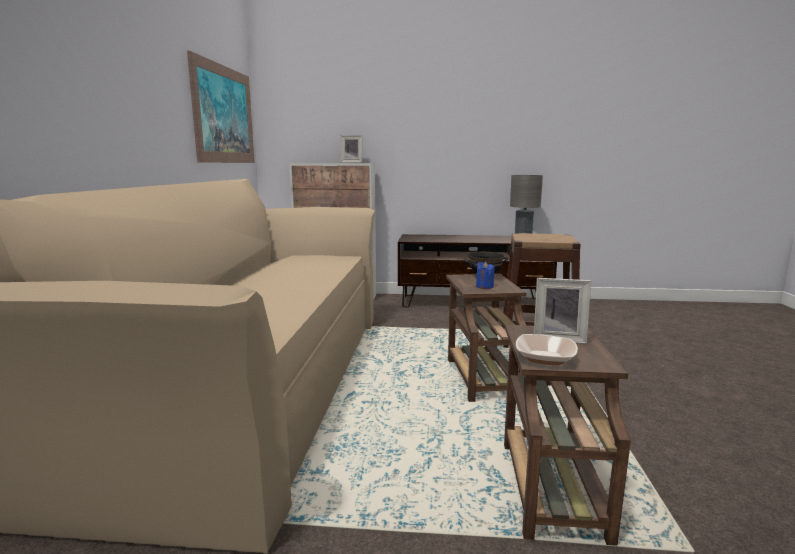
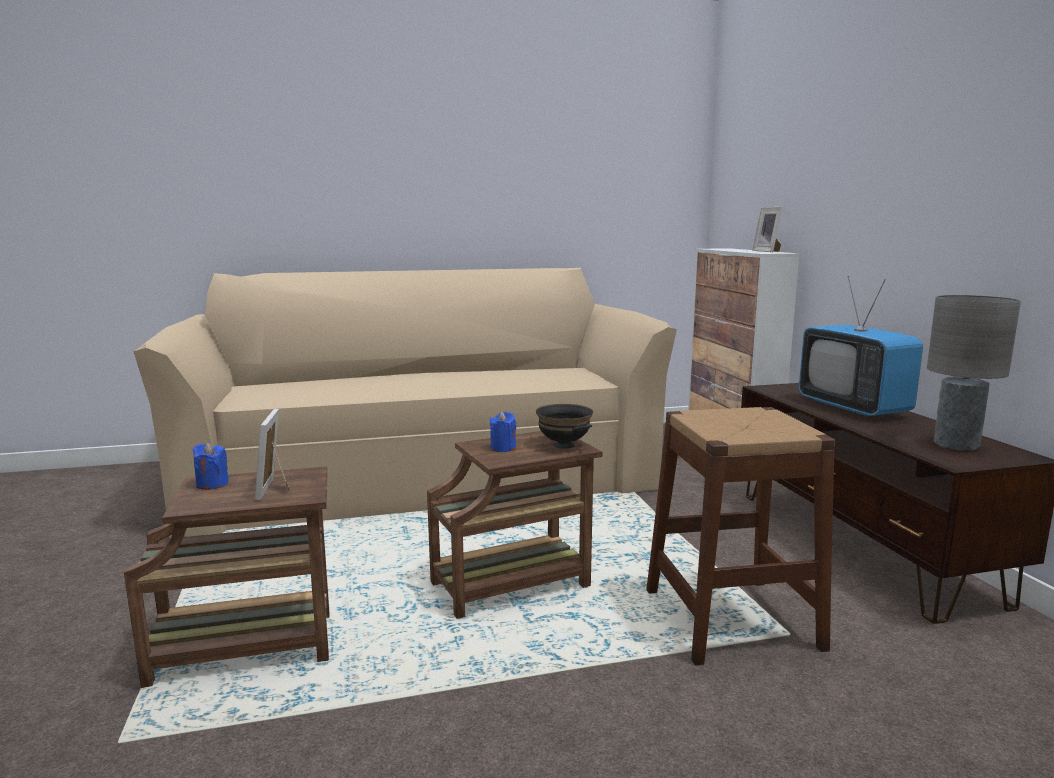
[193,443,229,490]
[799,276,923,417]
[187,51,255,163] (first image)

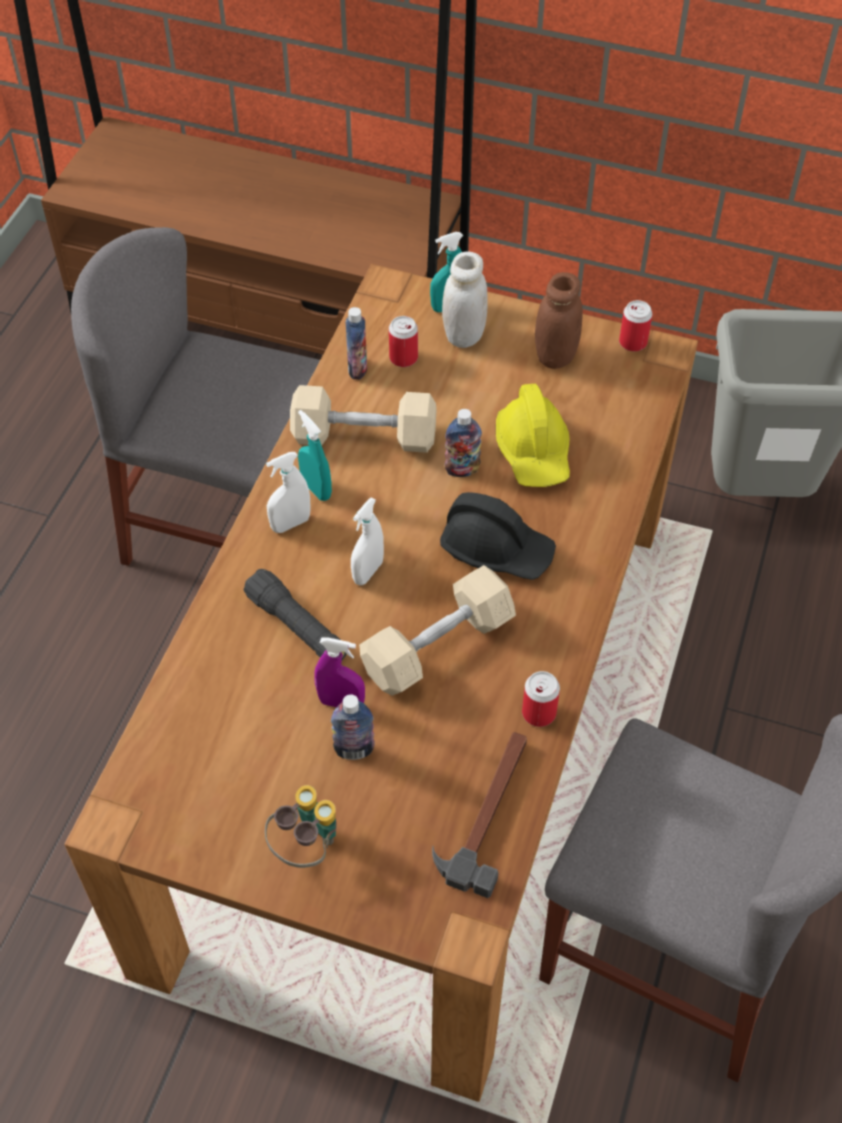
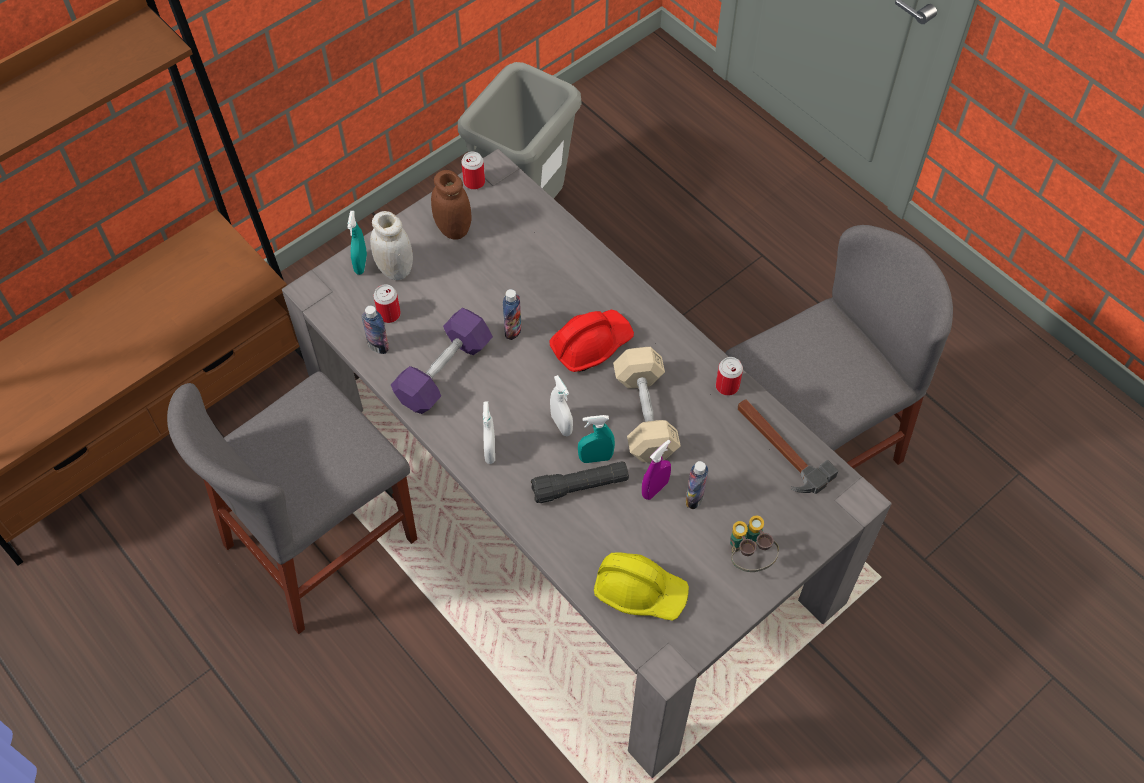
[282,149,892,778]
[391,308,493,414]
[550,309,634,372]
[578,415,615,463]
[594,552,689,620]

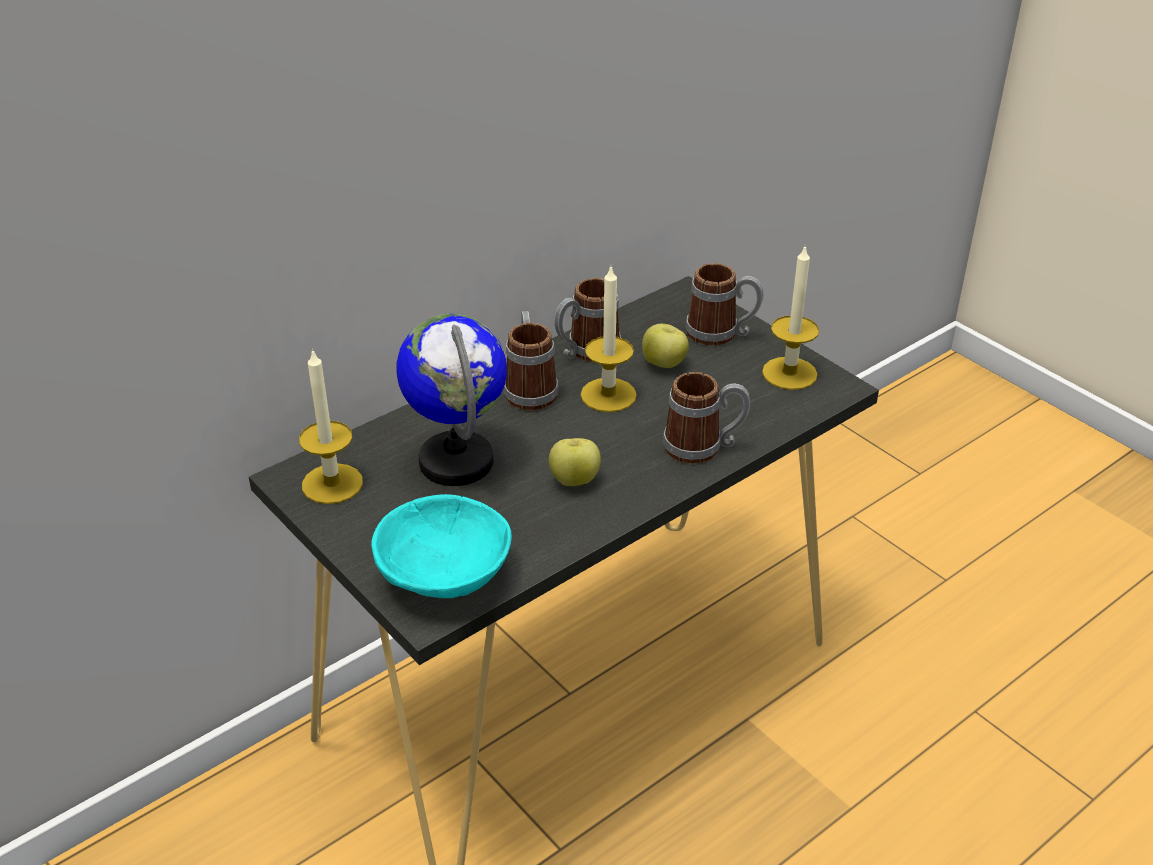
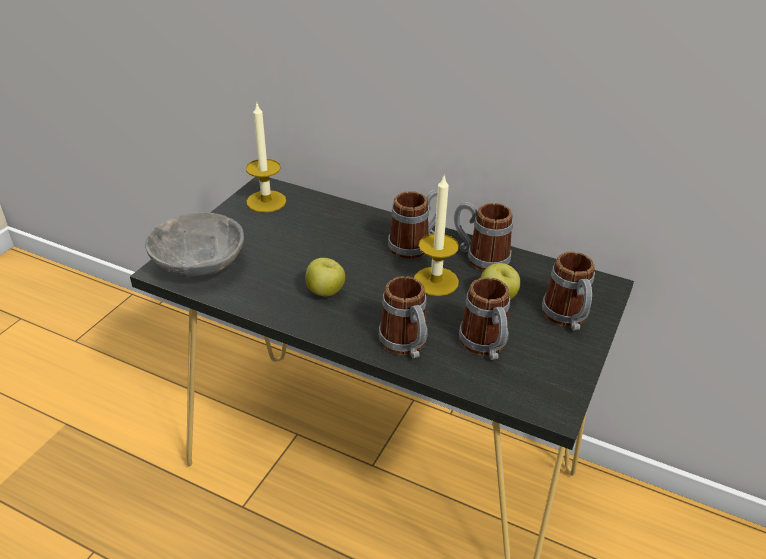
[145,212,244,278]
[459,277,510,360]
[396,314,507,486] (first image)
[762,244,819,390] (first image)

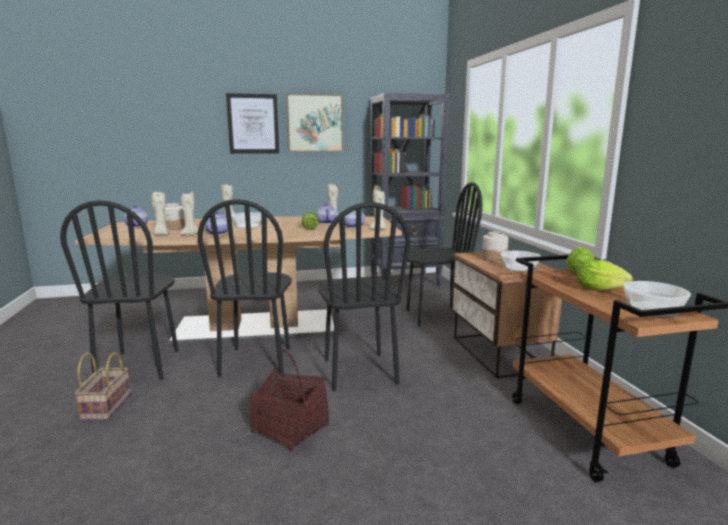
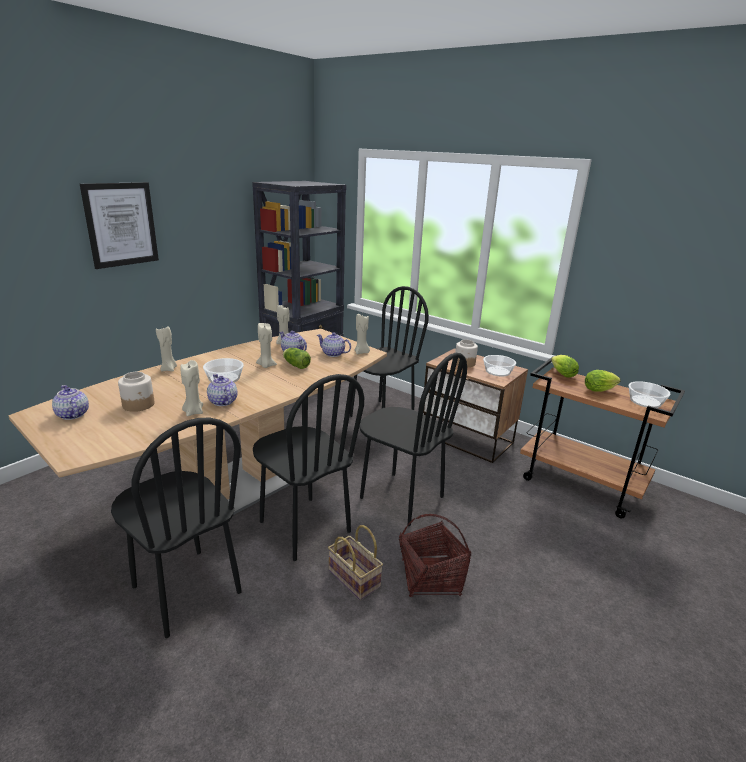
[256,323,277,368]
[328,525,383,600]
[286,93,343,152] (first image)

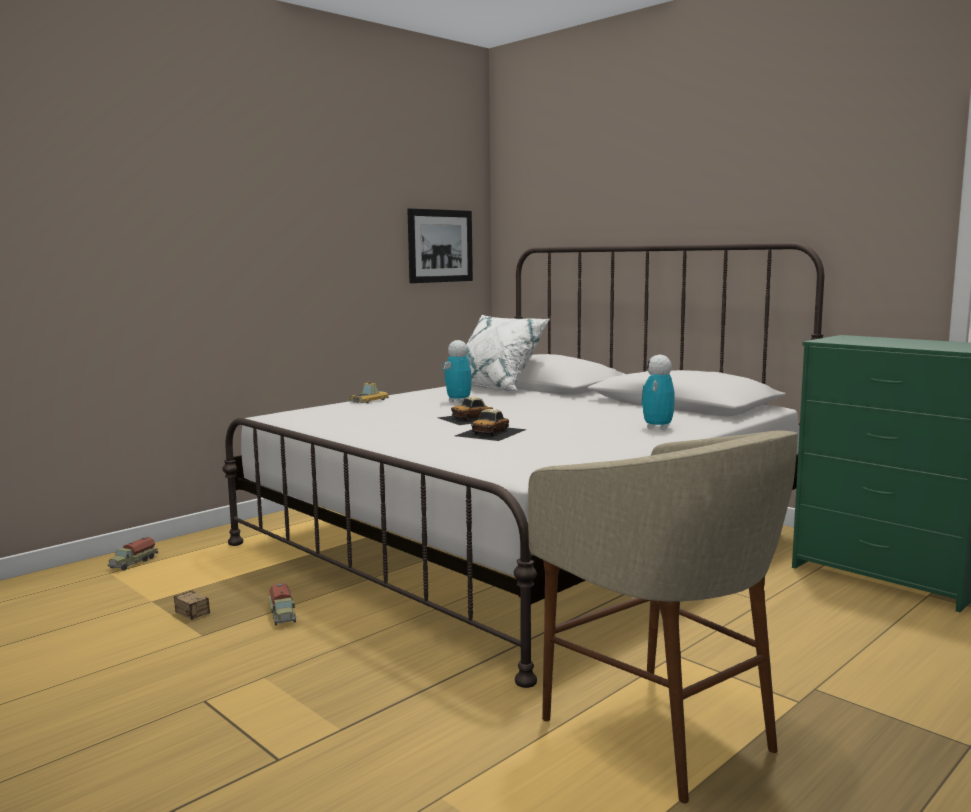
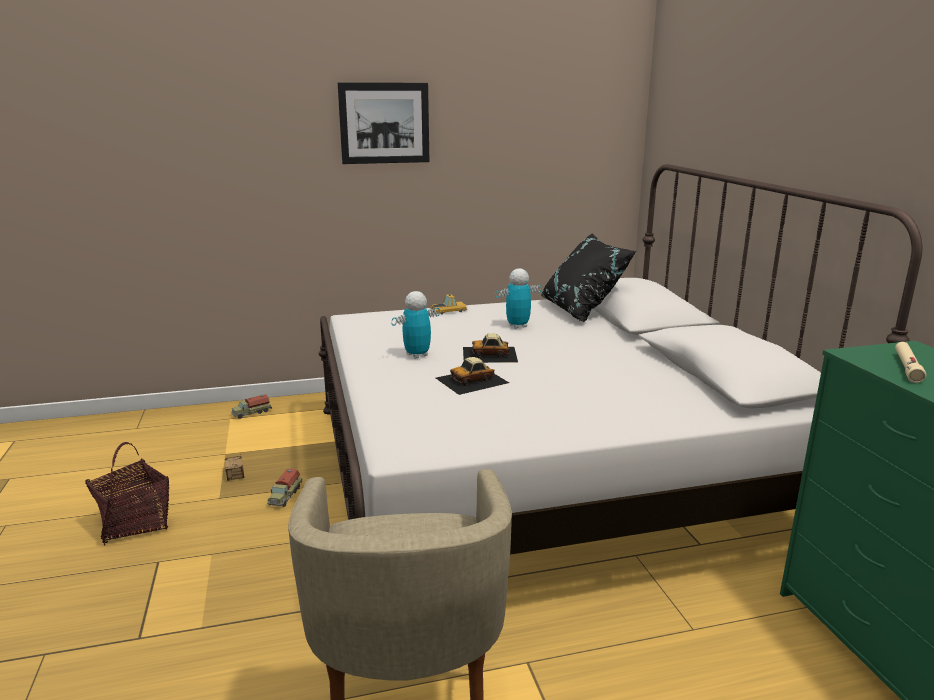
[85,442,169,545]
[338,82,429,164]
[391,291,440,359]
[541,233,637,322]
[895,342,926,383]

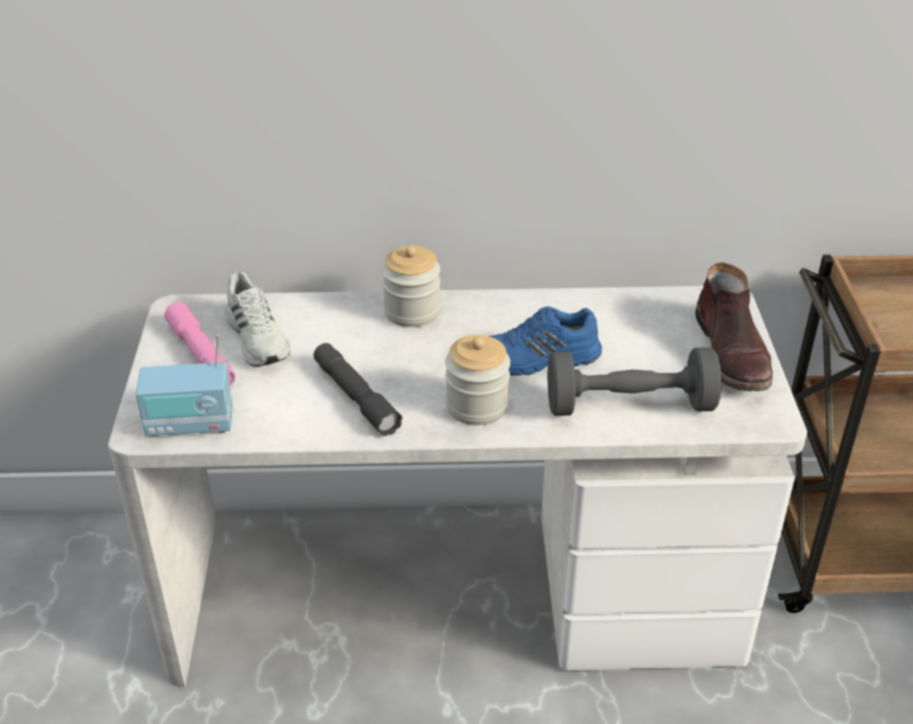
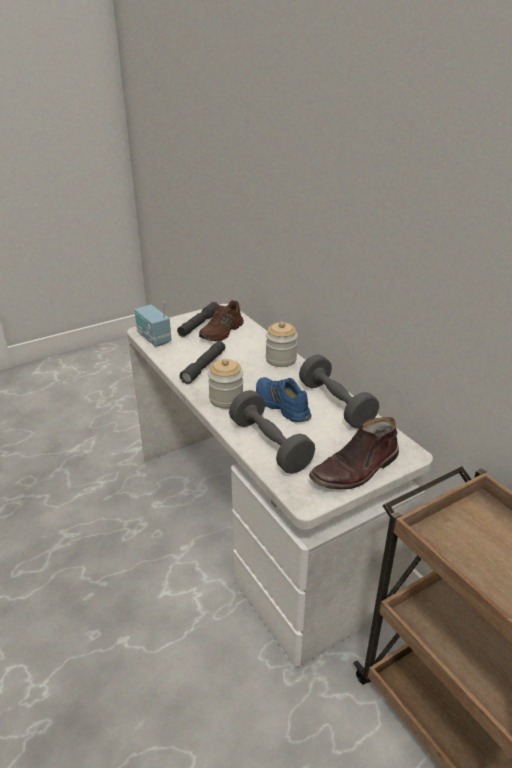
[177,302,219,337]
[199,300,244,341]
[299,355,379,429]

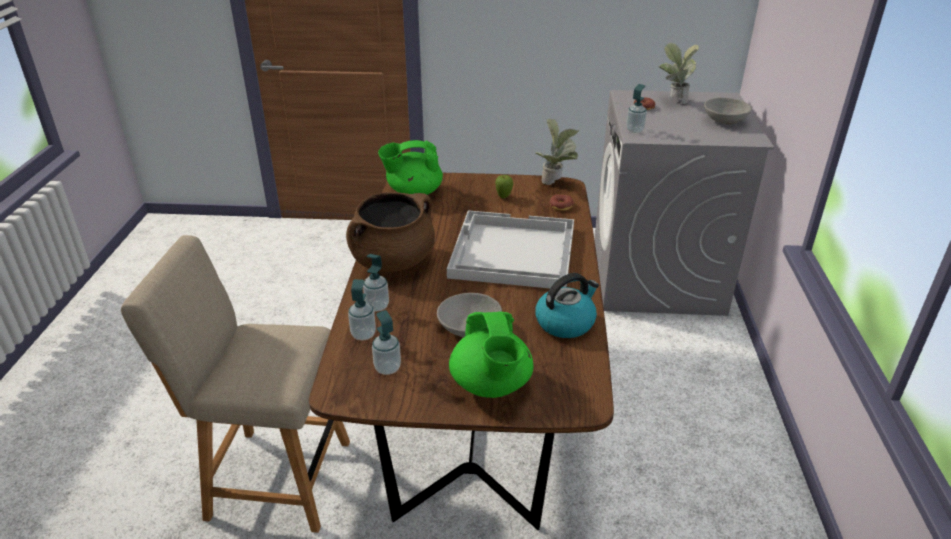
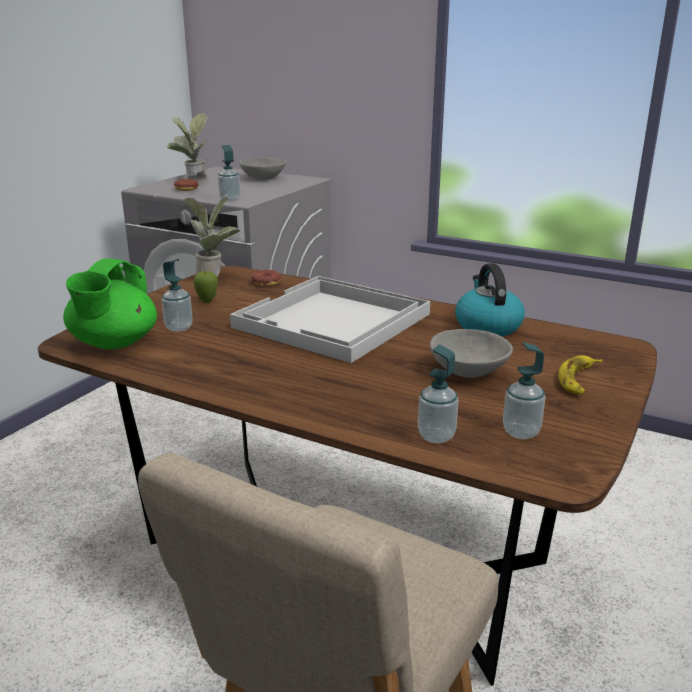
[162,259,193,332]
[558,355,602,395]
[346,192,435,272] (first image)

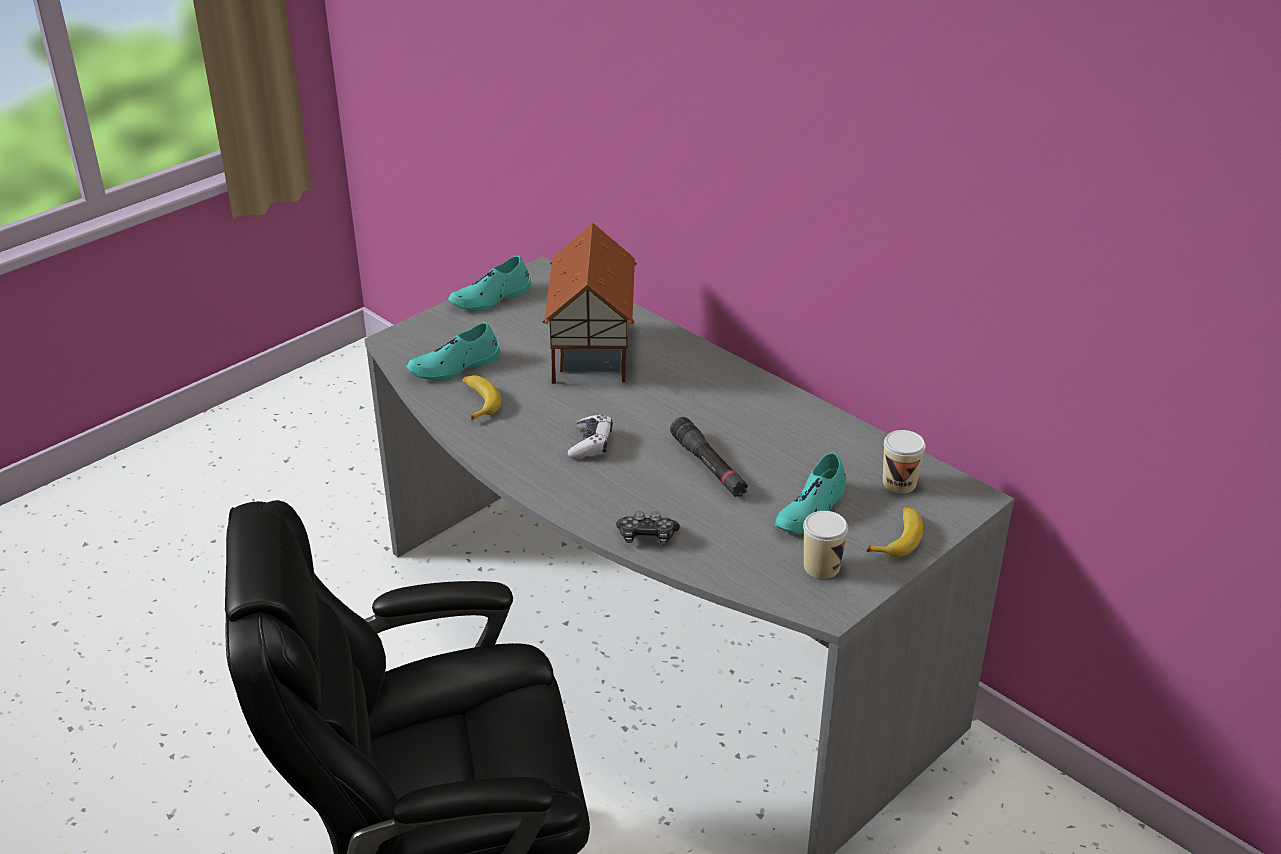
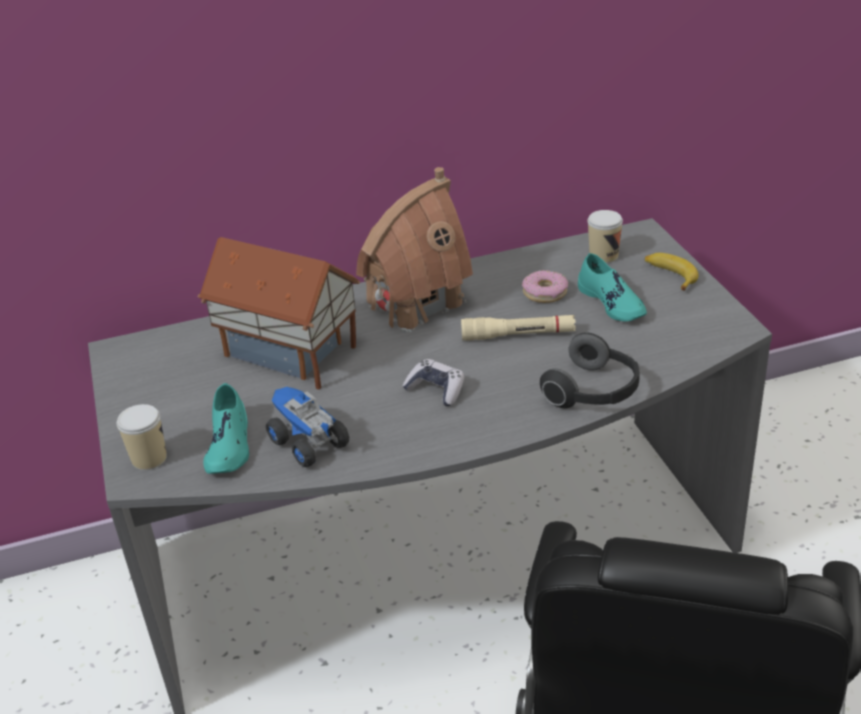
[117,404,167,470]
[266,387,350,467]
[356,167,473,333]
[461,315,576,341]
[522,270,568,303]
[540,332,640,408]
[448,255,531,311] (first image)

